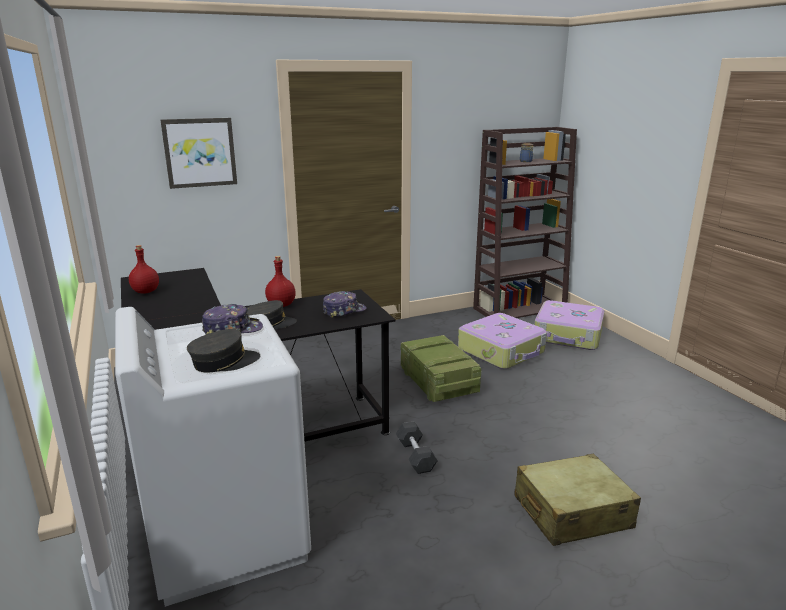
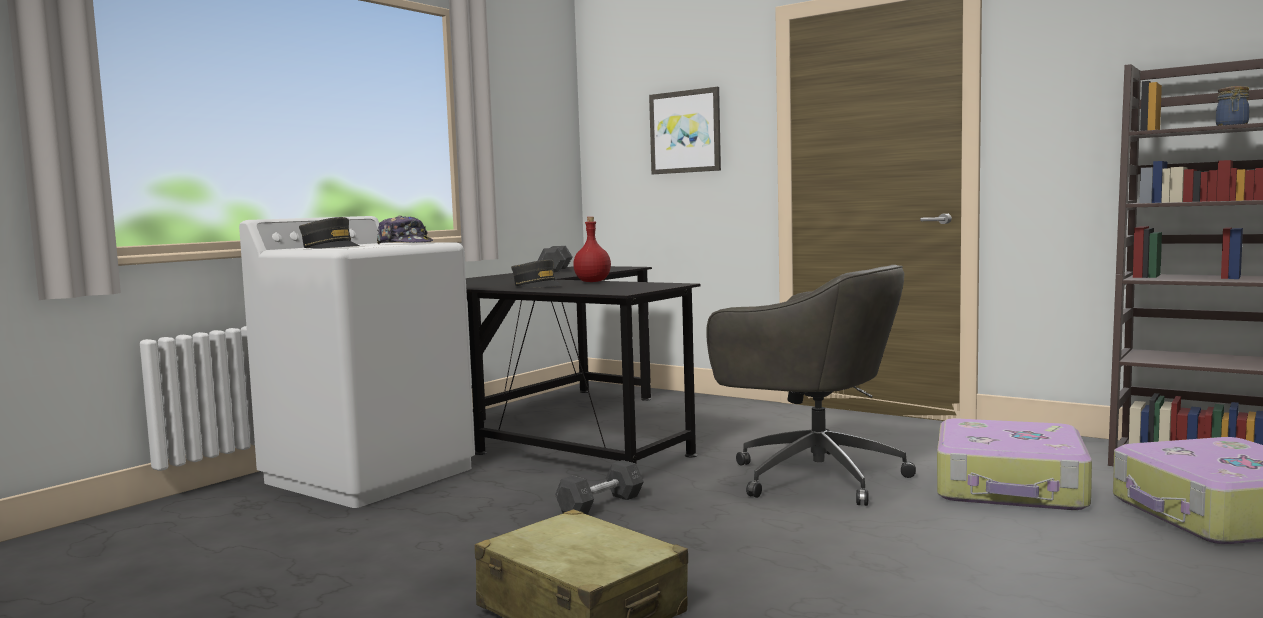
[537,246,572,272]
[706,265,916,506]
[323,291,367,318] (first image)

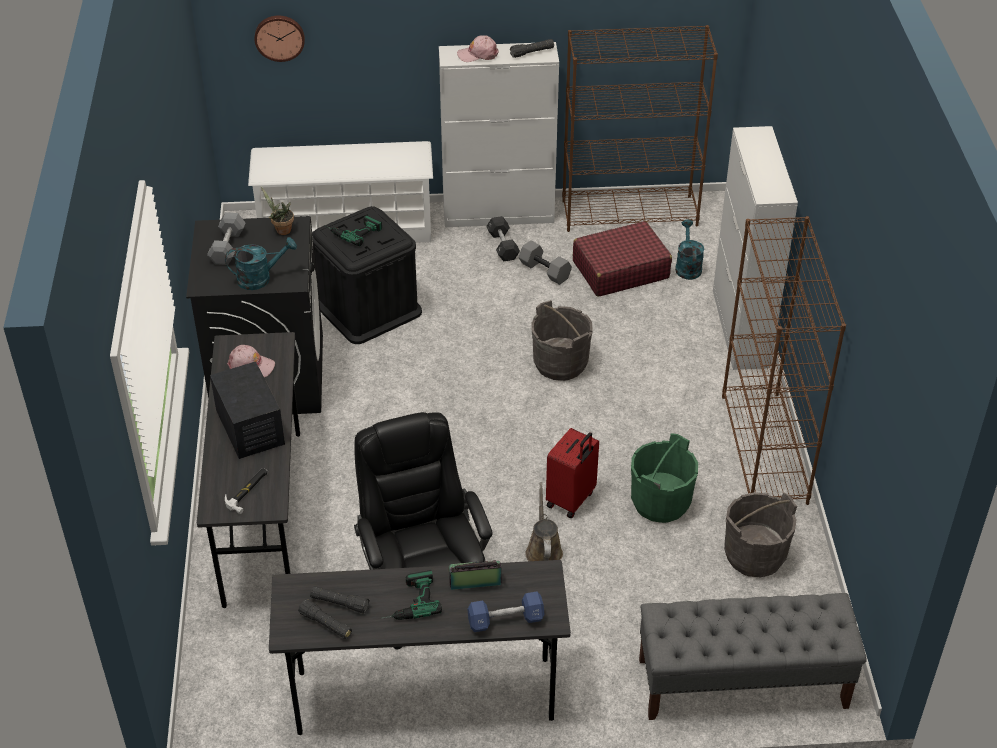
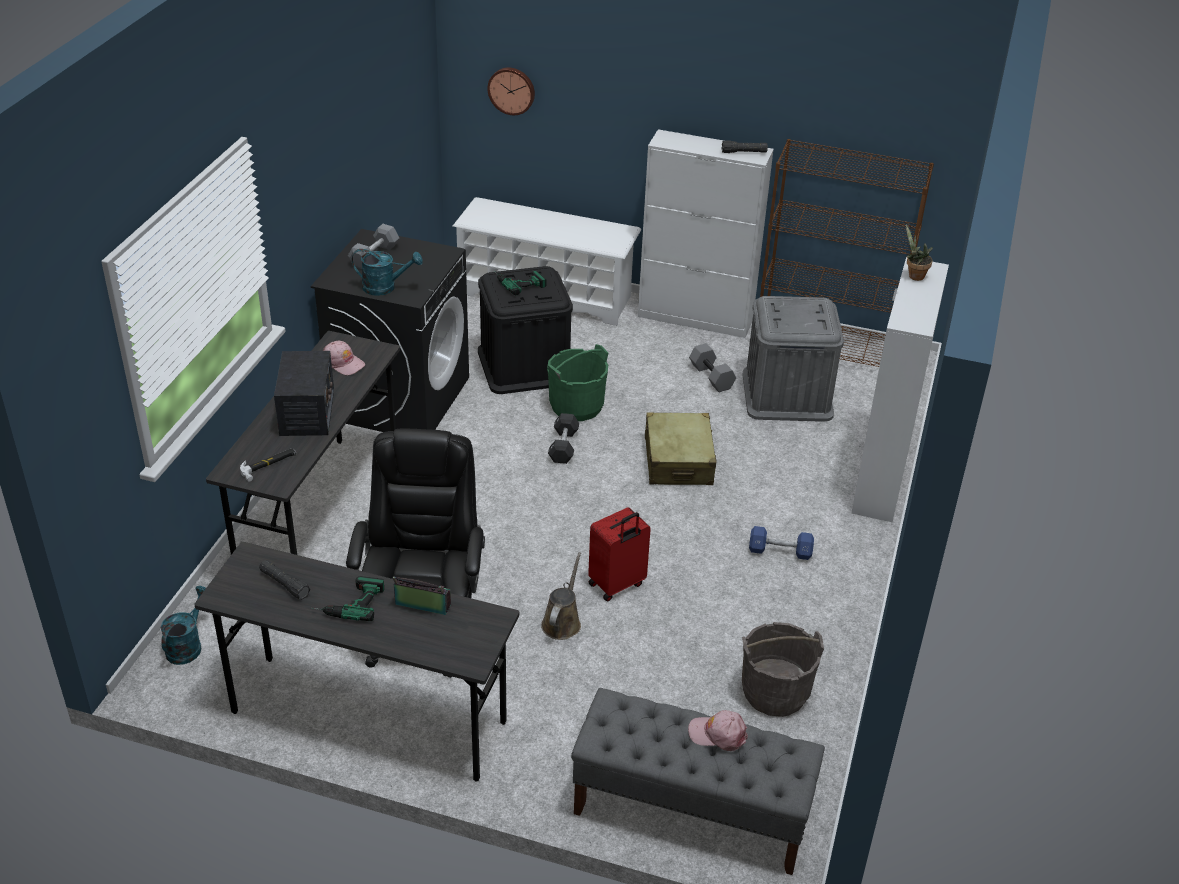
[160,586,206,665]
[547,344,609,421]
[548,413,579,464]
[645,412,717,485]
[688,710,748,751]
[742,296,844,422]
[749,526,814,560]
[906,224,933,281]
[298,599,352,639] (first image)
[722,216,846,505] (first image)

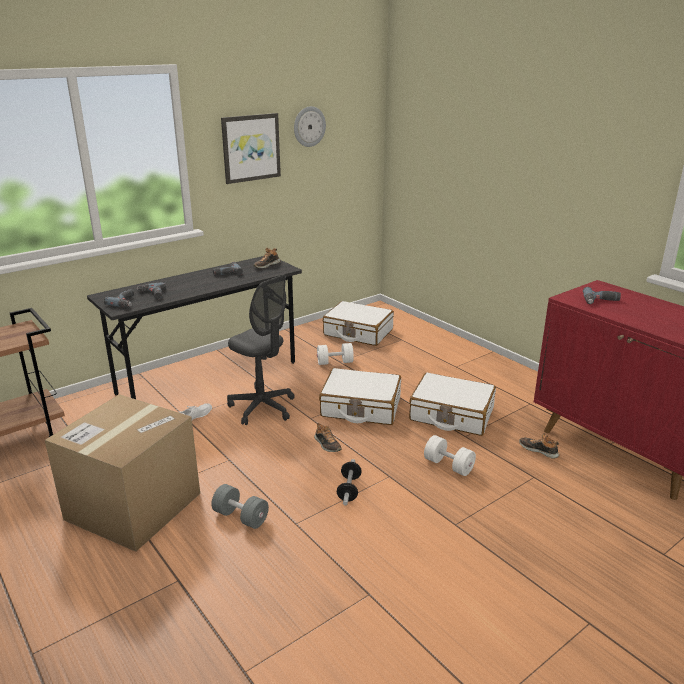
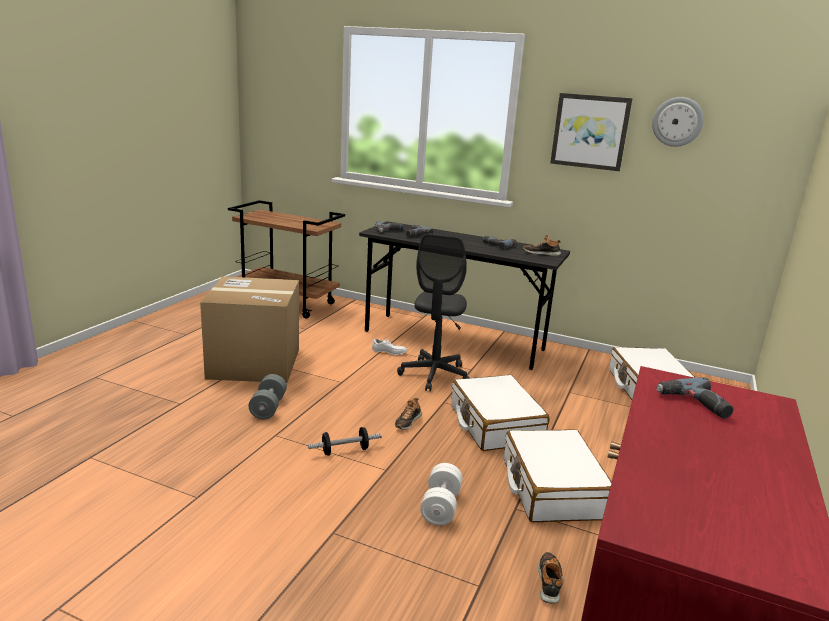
[317,343,354,365] (first image)

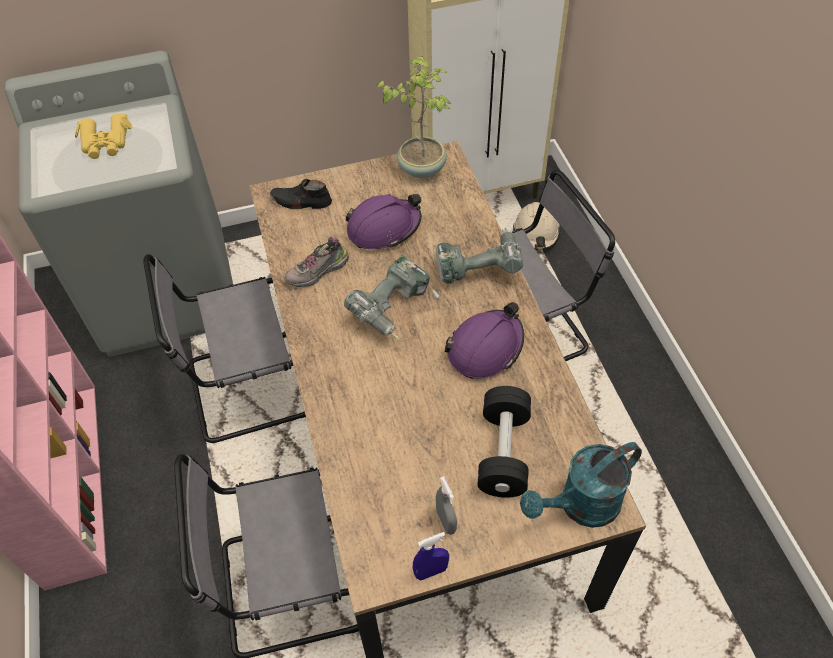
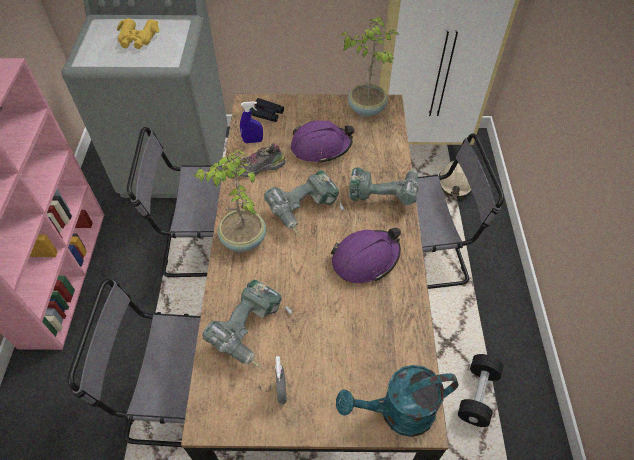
[194,150,266,252]
[202,279,292,368]
[240,101,263,143]
[250,98,284,122]
[458,354,503,427]

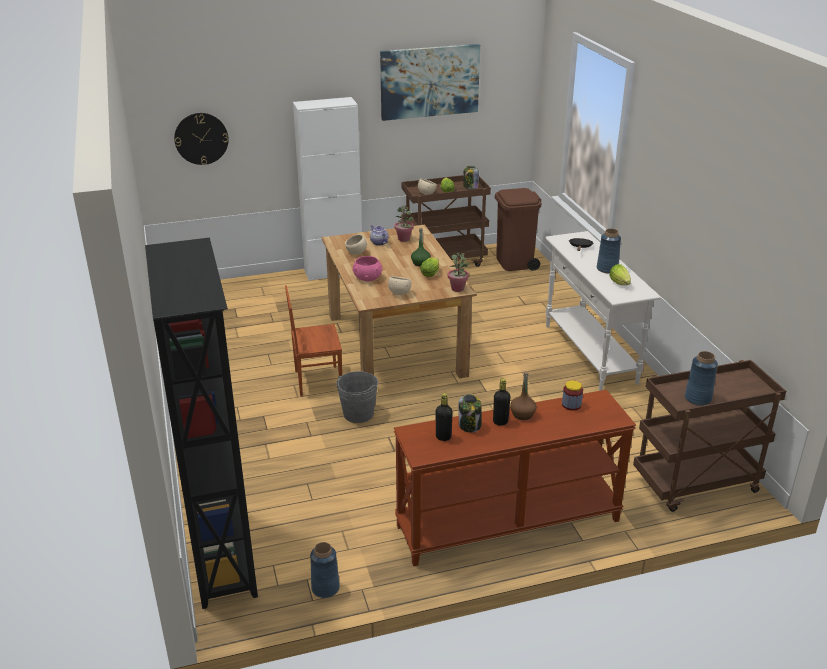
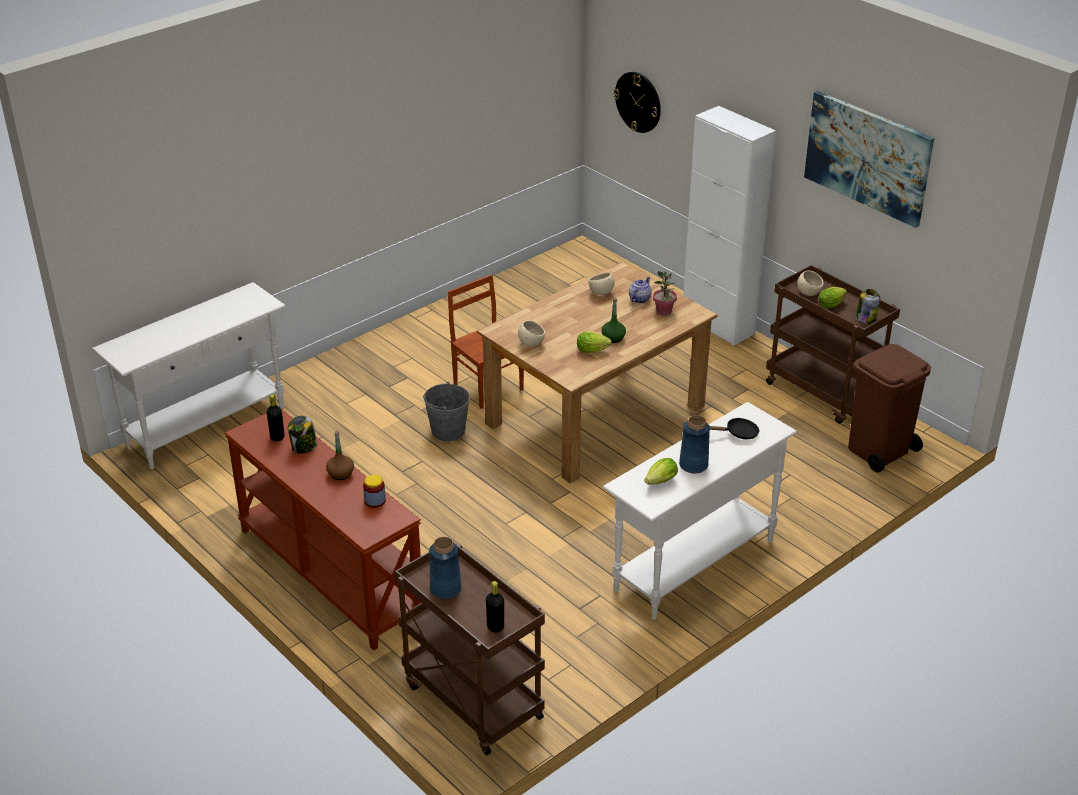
[92,282,286,469]
[486,581,504,632]
[310,542,340,598] (first image)
[352,256,383,281] (first image)
[448,252,469,292] (first image)

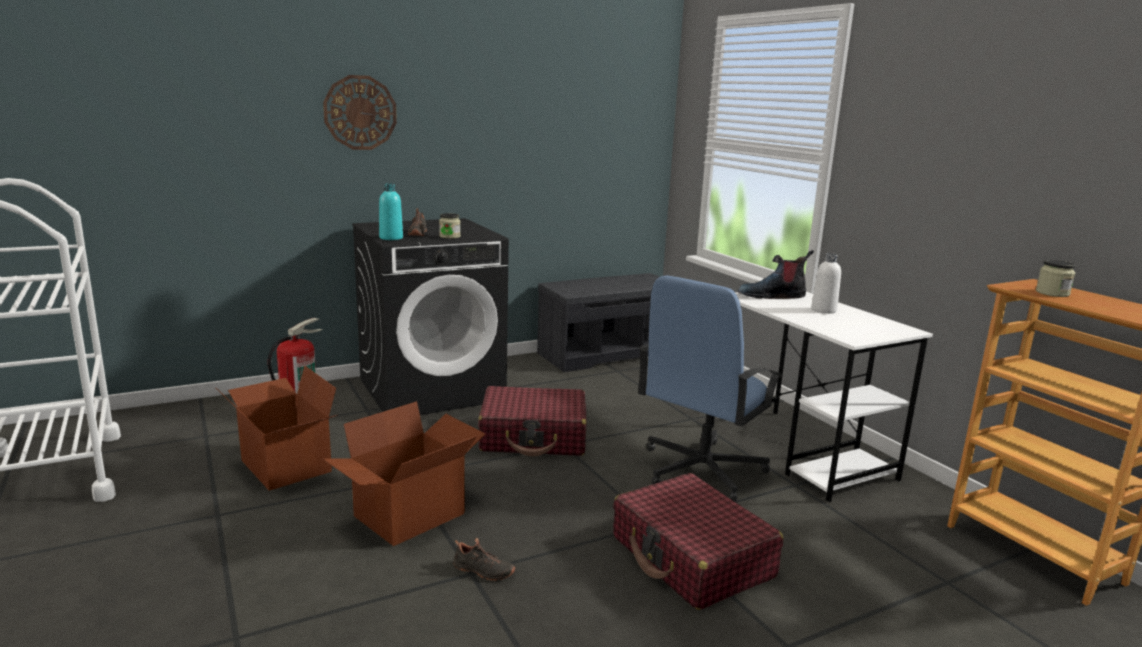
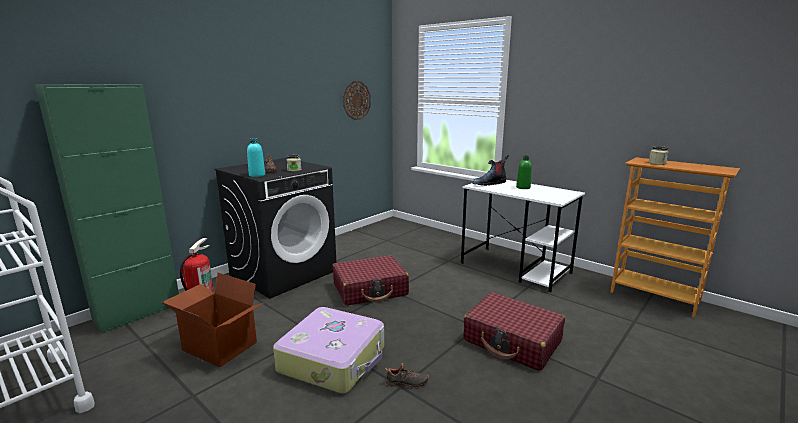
[35,84,179,334]
[273,307,384,393]
[343,81,371,120]
[516,155,532,189]
[537,273,660,372] (first image)
[638,275,782,502] (first image)

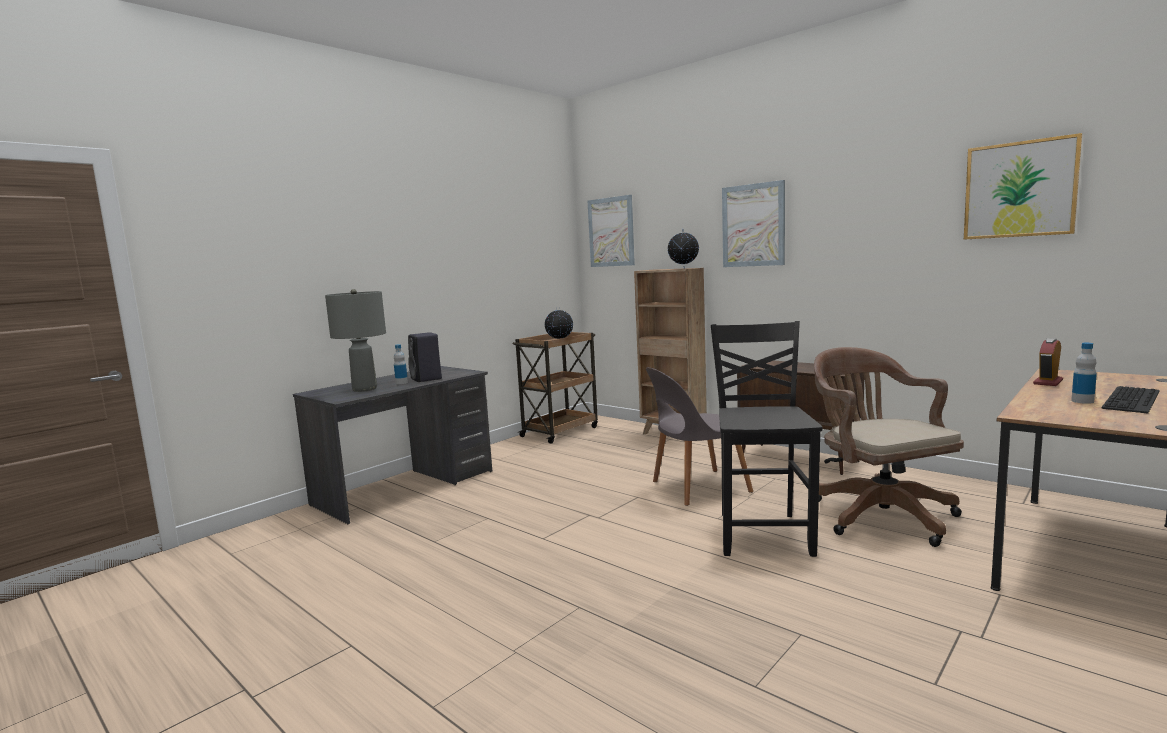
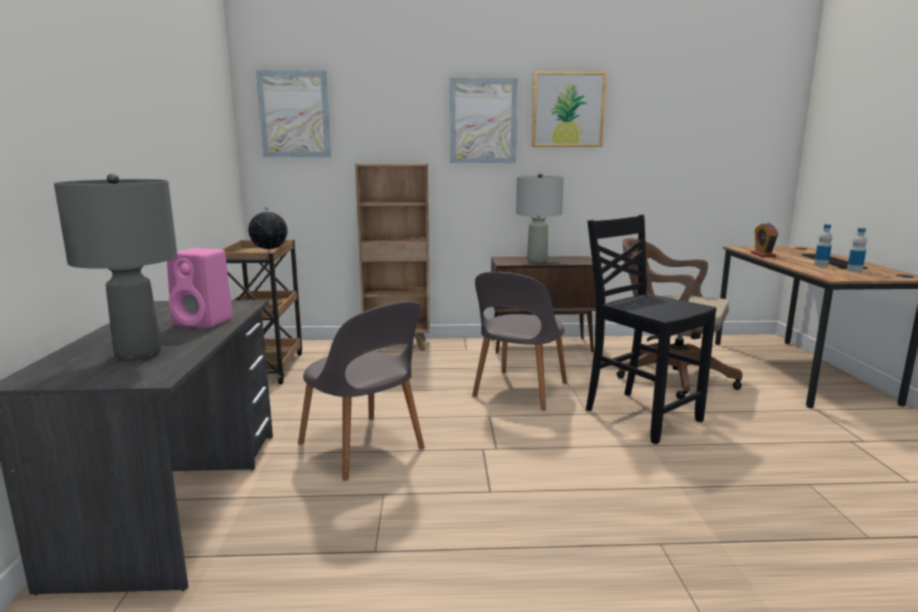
[167,248,233,328]
[298,301,425,481]
[516,173,564,263]
[532,71,607,147]
[847,228,867,272]
[668,229,699,269] (first image)

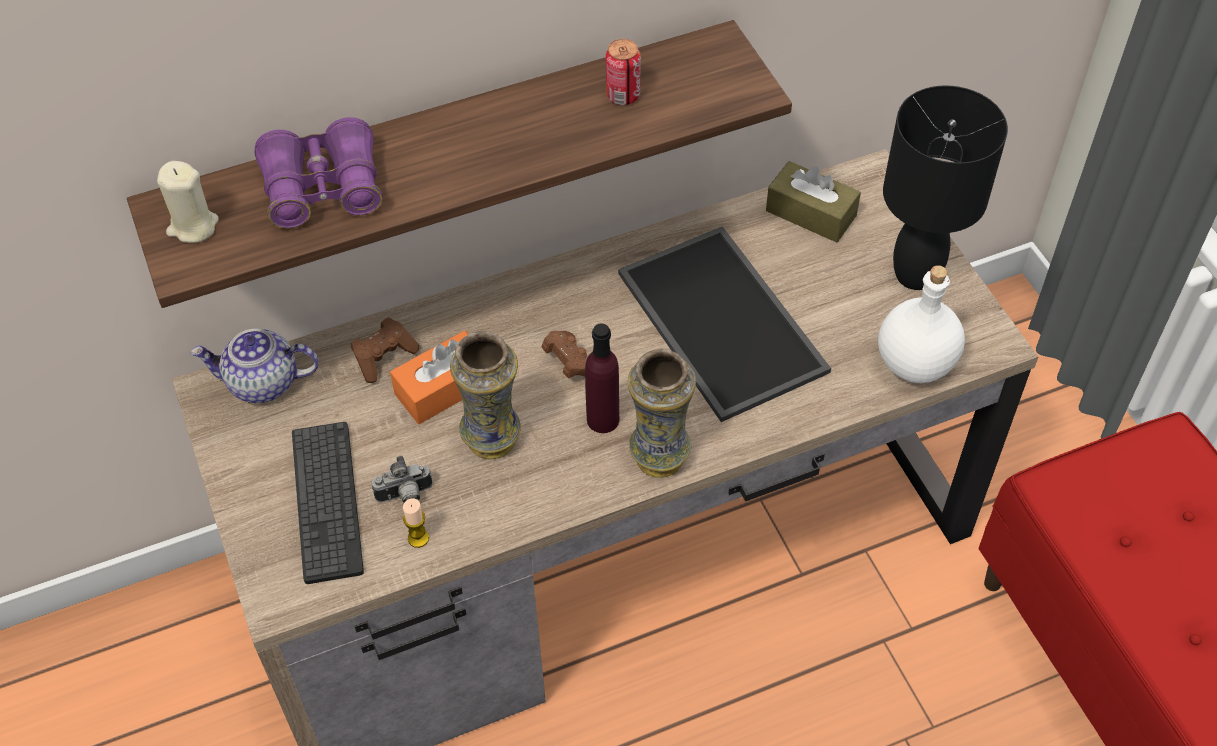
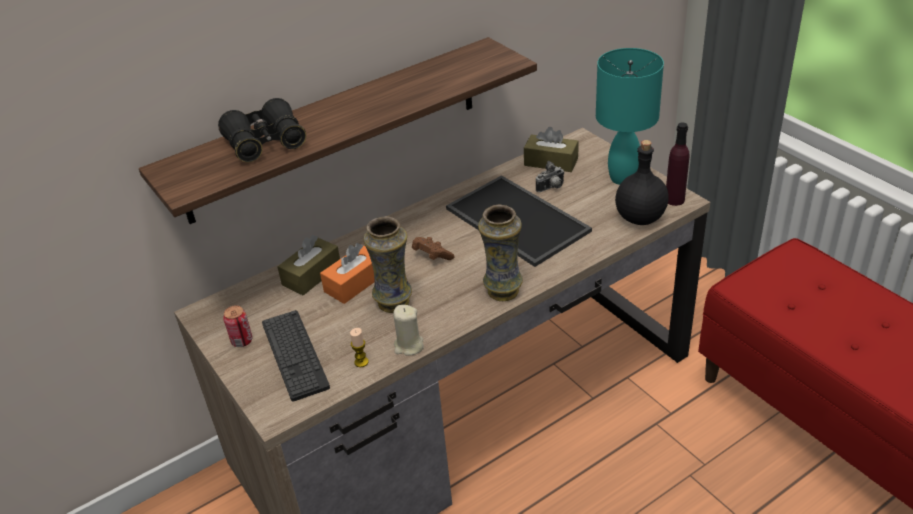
[218,98,306,162]
[223,306,252,347]
[277,235,340,296]
[393,305,424,356]
[536,161,564,192]
[596,48,664,185]
[615,140,669,225]
[666,122,689,206]
[191,329,319,403] (first image)

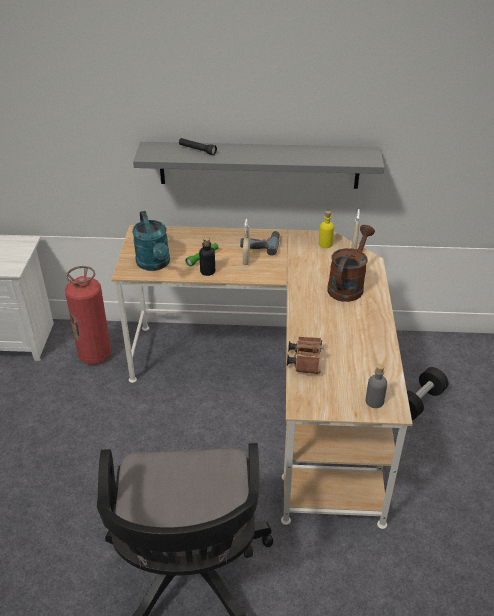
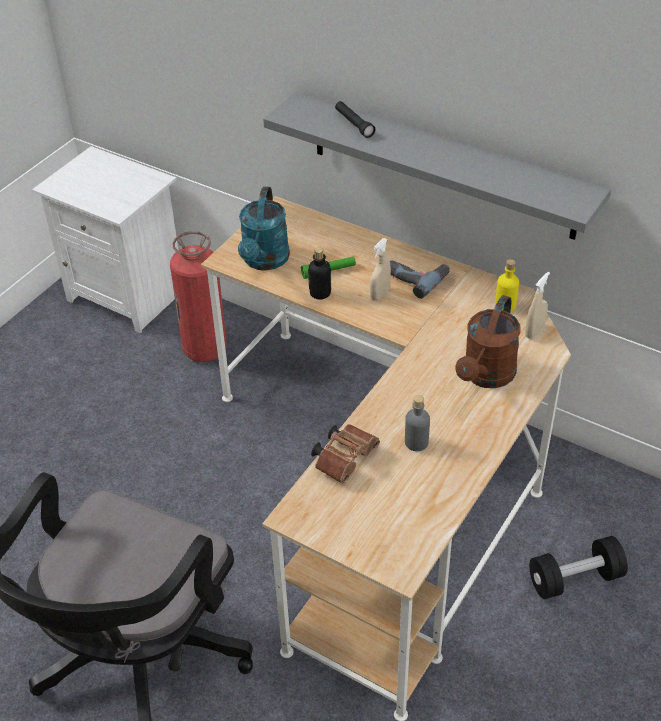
[405,395,430,451]
[456,295,521,388]

